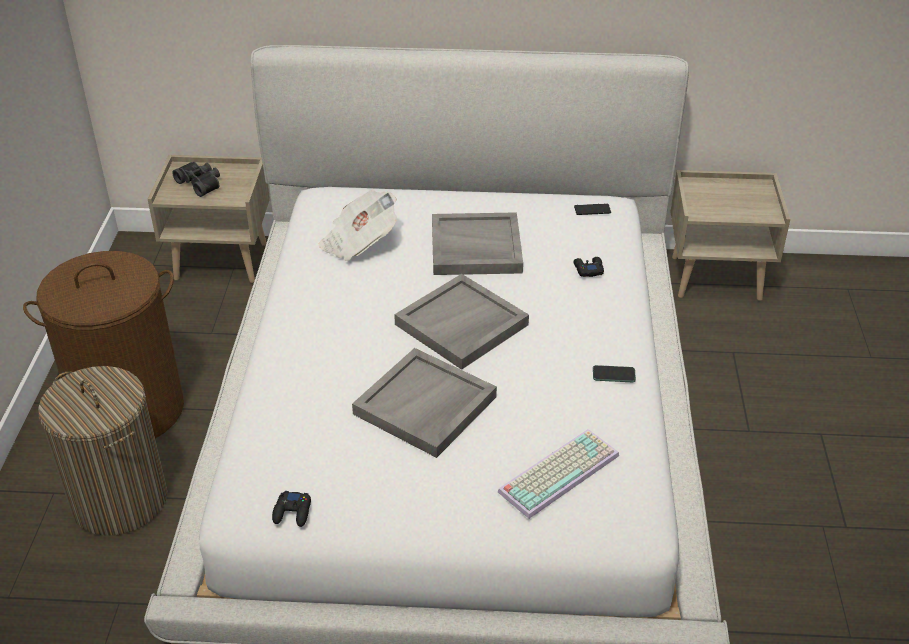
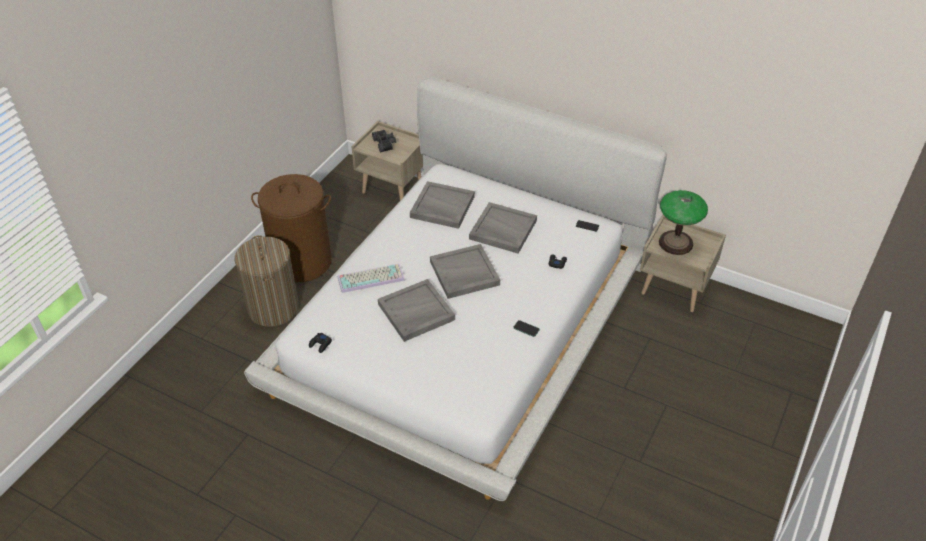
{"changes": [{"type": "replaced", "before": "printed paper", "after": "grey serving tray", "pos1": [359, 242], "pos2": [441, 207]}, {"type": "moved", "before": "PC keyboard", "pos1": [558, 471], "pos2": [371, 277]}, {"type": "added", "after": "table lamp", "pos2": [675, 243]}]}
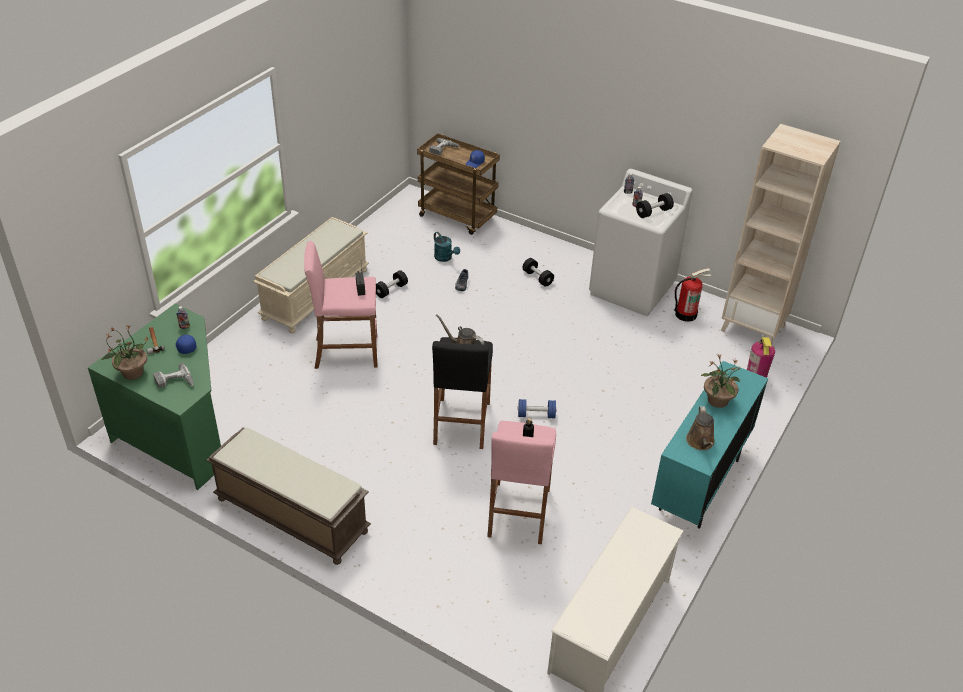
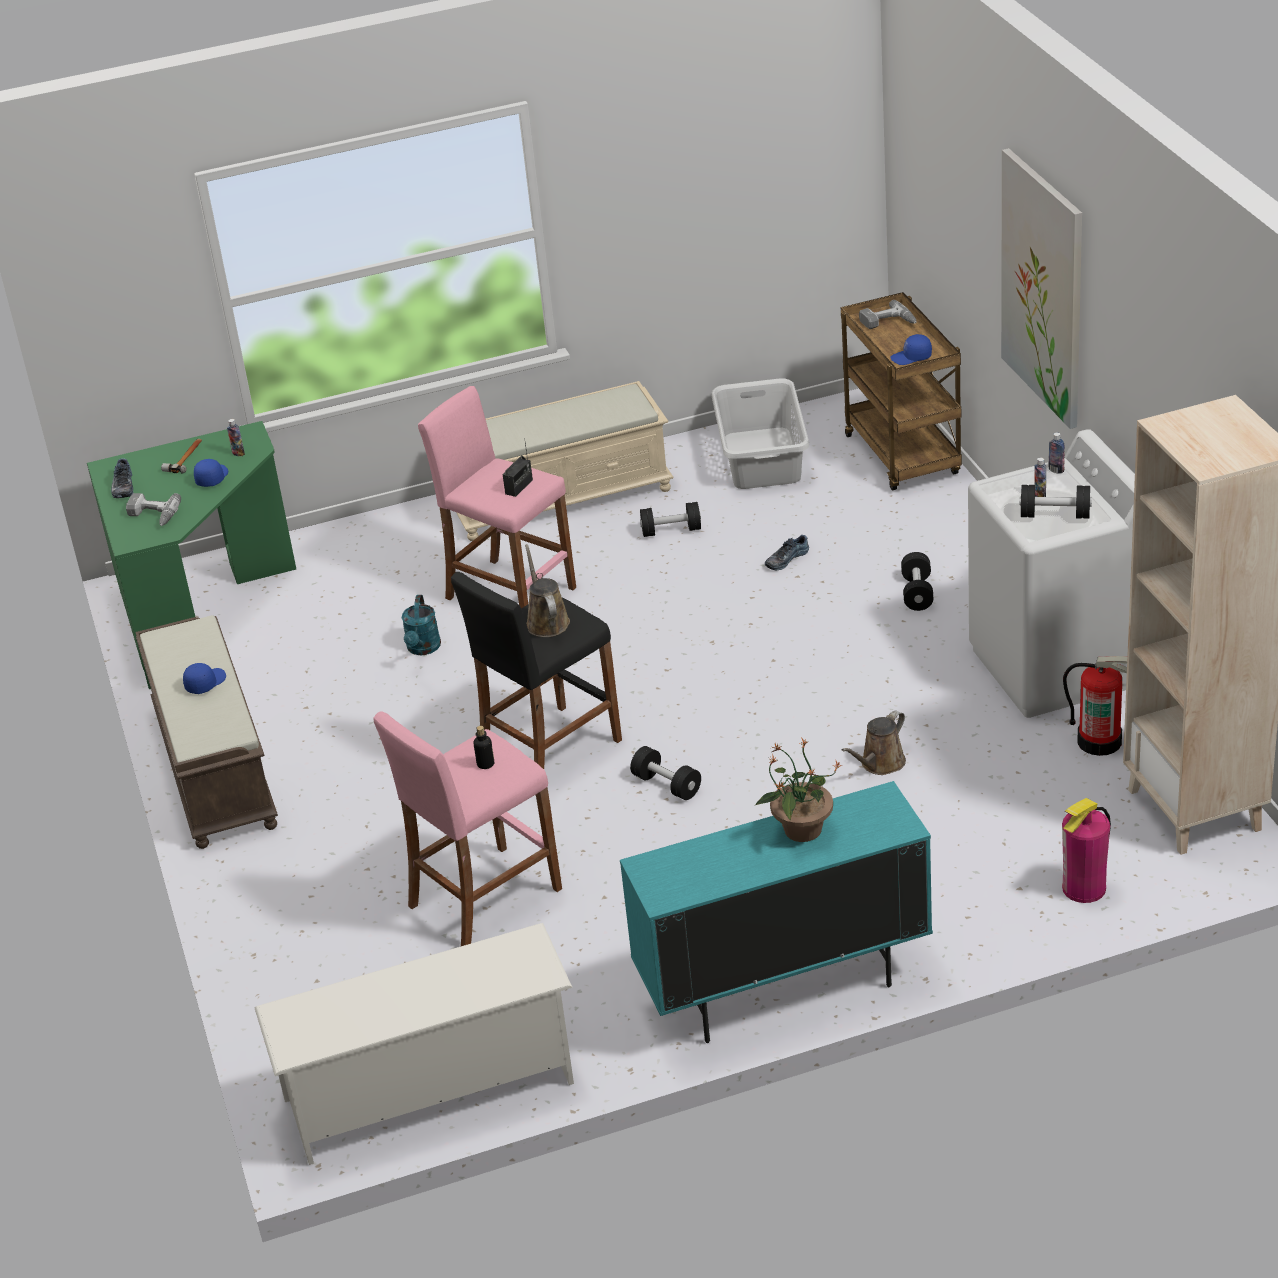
{"changes": [{"type": "replaced", "before": "plant in a pot", "after": "shoe", "pos1": [132, 373], "pos2": [122, 487]}, {"type": "moved", "before": "turquoise-coloured watering can", "pos1": [445, 258], "pos2": [423, 649]}, {"type": "recoloured", "before": "blue-coloured hand weight", "after": "black hand weight", "pos1": [536, 415], "pos2": [666, 785]}, {"type": "moved", "before": "brown-coloured watering can", "pos1": [700, 442], "pos2": [880, 764]}, {"type": "added", "after": "blue-coloured cap", "pos2": [205, 683]}, {"type": "added", "after": "grey washing basket", "pos2": [763, 458]}, {"type": "added", "after": "picture", "pos2": [1043, 288]}]}
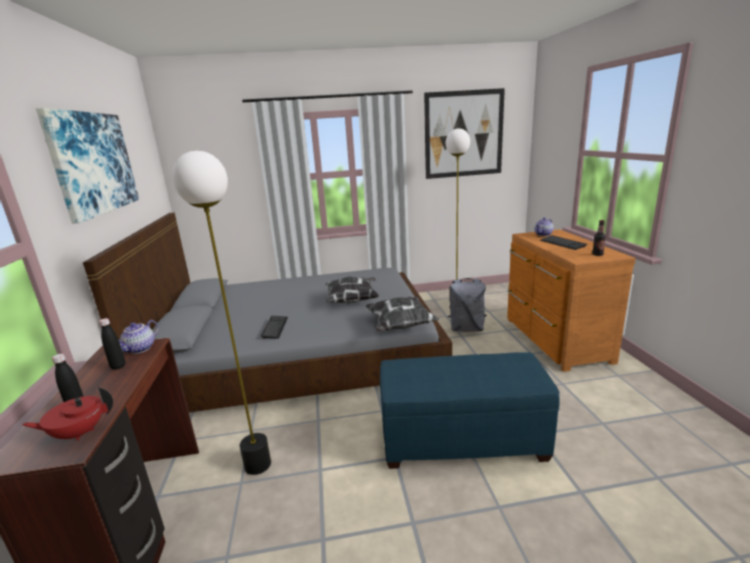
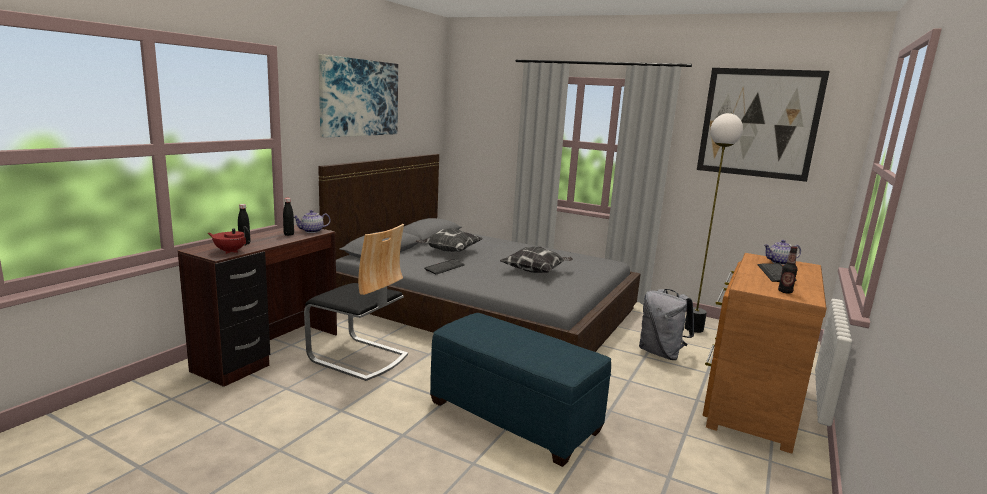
{"changes": [{"type": "replaced", "before": "standard lamp", "after": "upright chair", "pos1": [258, 465], "pos2": [358, 357]}, {"type": "moved", "before": "throw pillow", "pos1": [399, 326], "pos2": [449, 252]}]}
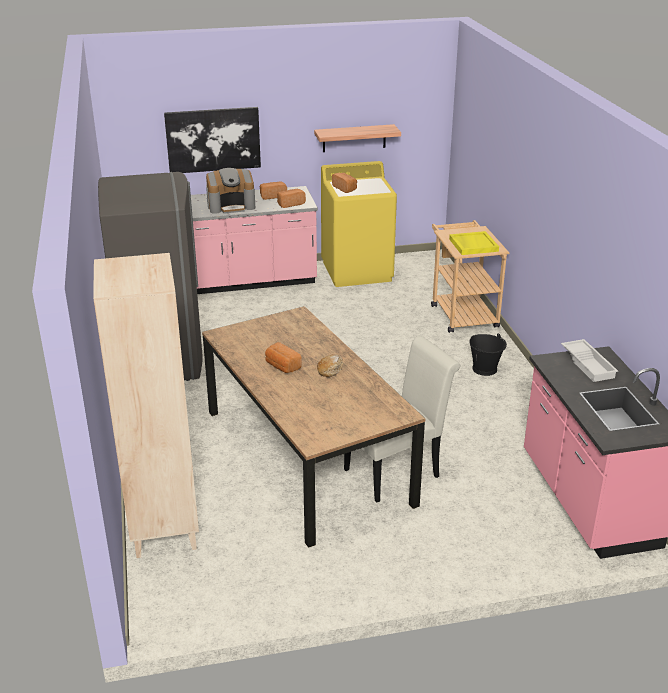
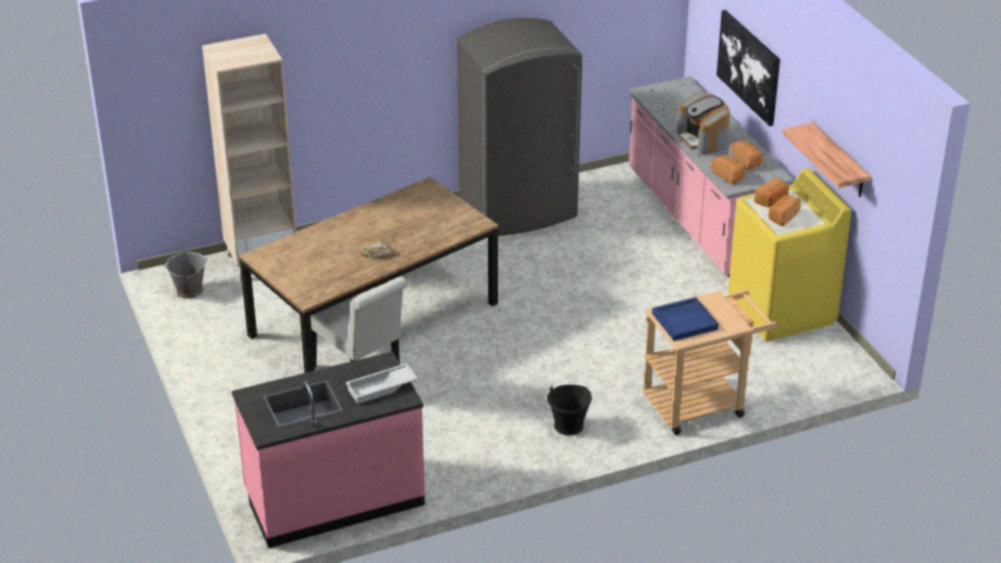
{"changes": [{"type": "moved", "before": "bread", "pos1": [282, 366], "pos2": [782, 217]}, {"type": "recoloured", "before": "yellowish serving tray", "after": "blue-coloured serving tray", "pos1": [473, 245], "pos2": [685, 321]}, {"type": "added", "after": "grey pail", "pos2": [189, 290]}]}
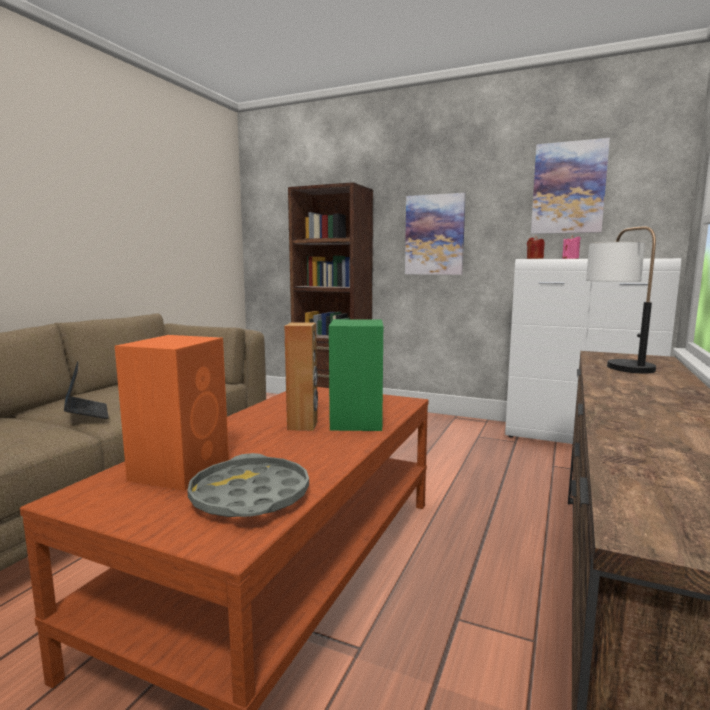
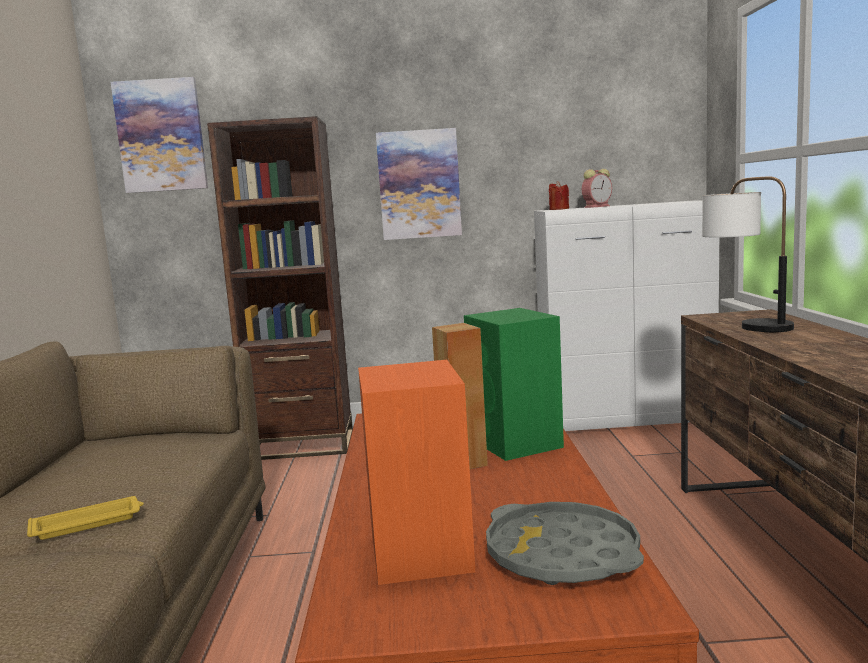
{"changes": [{"type": "replaced", "before": "notebook computer", "after": "yellowish serving tray", "pos1": [86, 413], "pos2": [88, 523]}, {"type": "moved", "before": "picture", "pos1": [568, 188], "pos2": [161, 136]}, {"type": "replaced", "before": "pink wax light", "after": "bedside clock", "pos1": [570, 258], "pos2": [597, 206]}]}
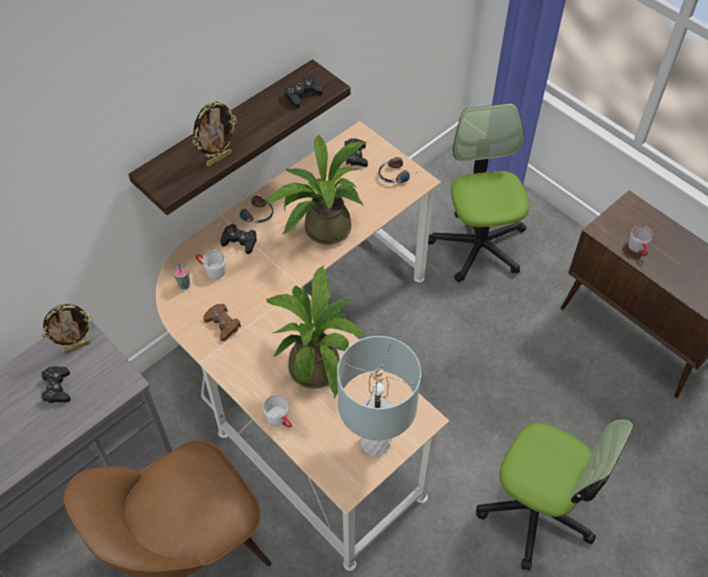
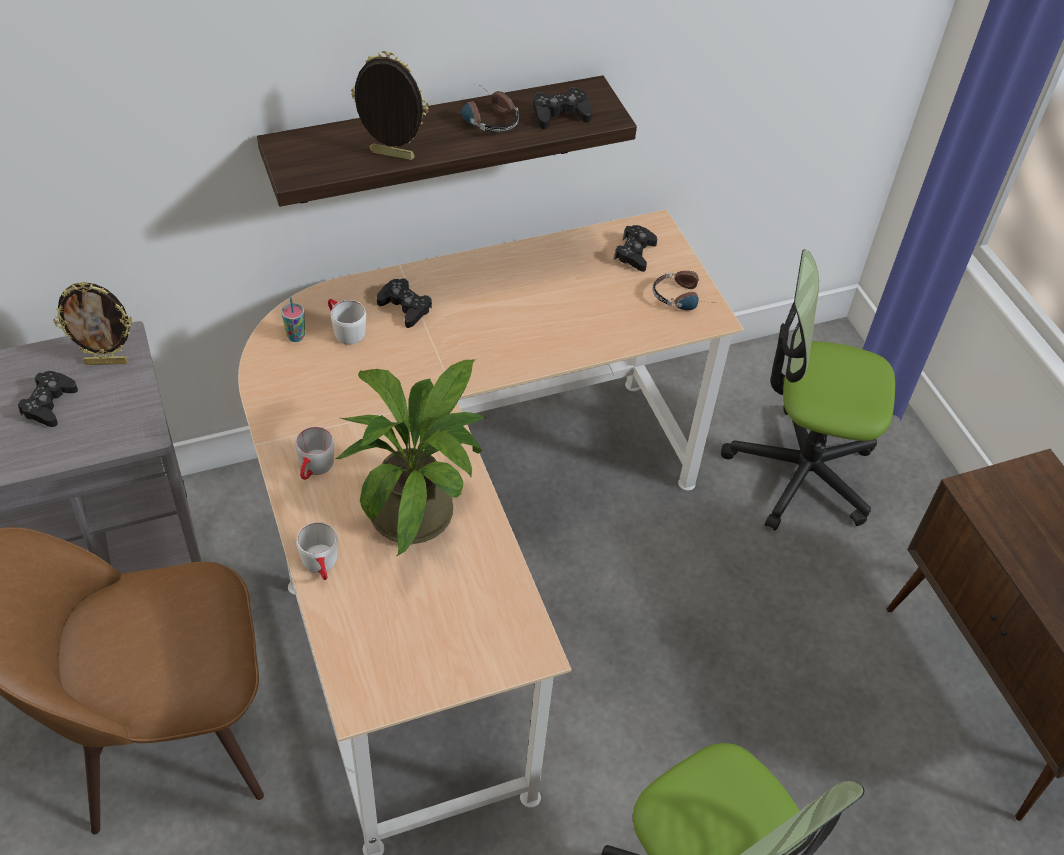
{"changes": [{"type": "turned", "before": "photo frame", "pos1": [218, 158], "pos2": [391, 156], "turn": -150}, {"type": "removed", "before": "brown-coloured game controller", "pos1": [222, 324]}, {"type": "moved", "before": "pair of headphones", "pos1": [253, 212], "pos2": [487, 117]}, {"type": "removed", "before": "plant in a pot", "pos1": [321, 229]}, {"type": "removed", "before": "grey table lamp", "pos1": [376, 442]}, {"type": "turned", "before": "computer chair", "pos1": [478, 245], "pos2": [800, 471], "turn": -90}, {"type": "moved", "before": "grey mug", "pos1": [639, 249], "pos2": [314, 469]}]}
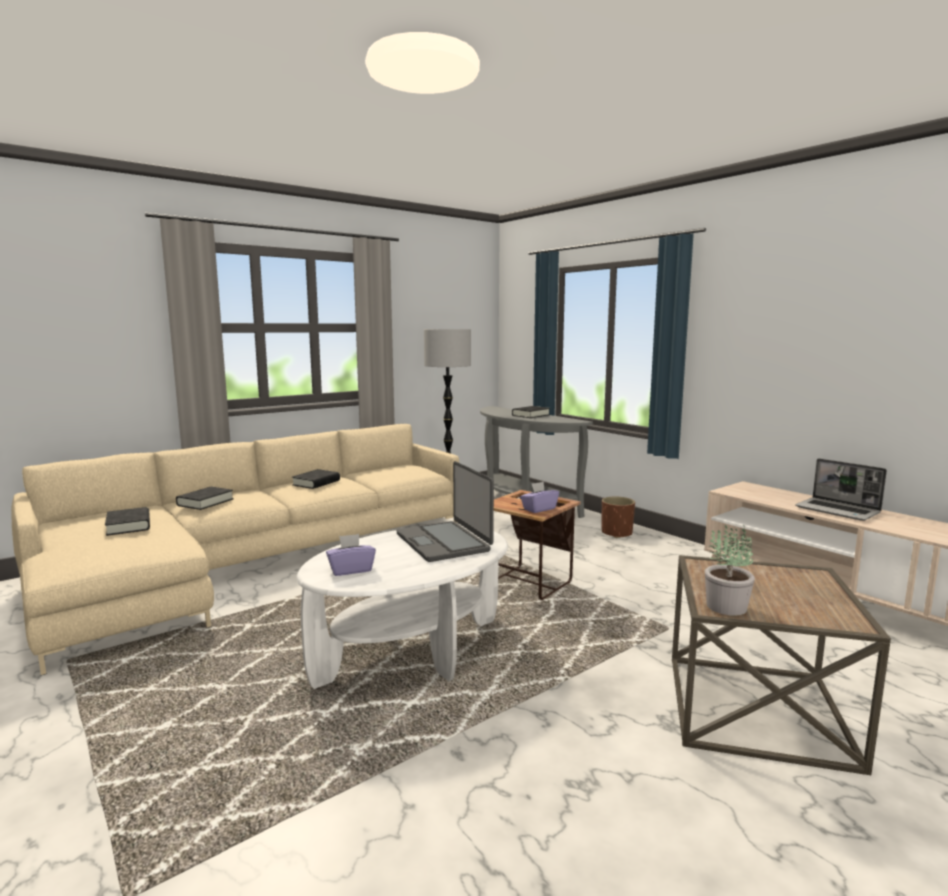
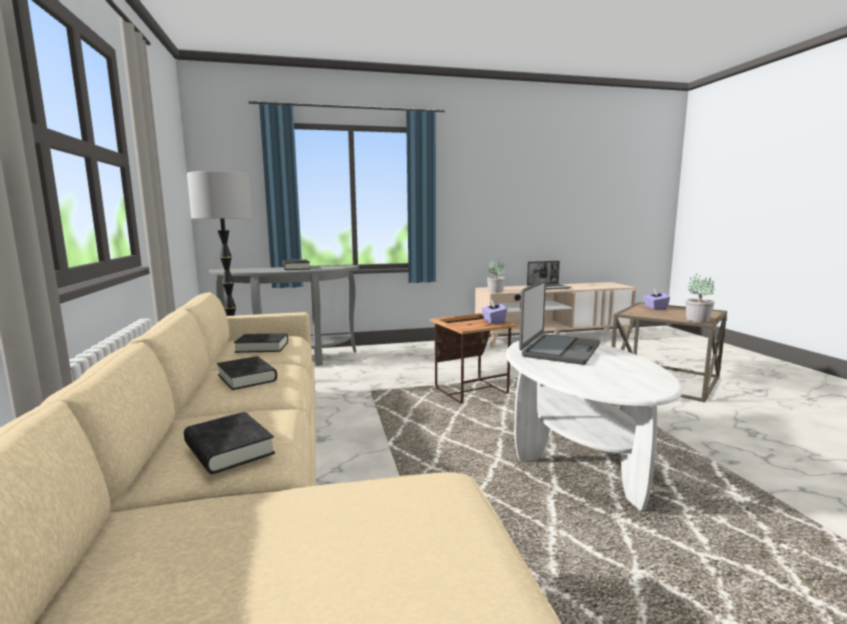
{"changes": [{"type": "moved", "before": "black volume", "pos1": [129, 526], "pos2": [262, 347]}, {"type": "moved", "before": "purple-coloured tissue holder", "pos1": [351, 570], "pos2": [655, 308]}, {"type": "turned", "before": "notebook computer", "pos1": [444, 542], "pos2": [559, 350], "turn": -60}, {"type": "removed", "before": "brown-coloured planter", "pos1": [617, 533]}, {"type": "added", "after": "plant in a pot", "pos2": [495, 291]}]}
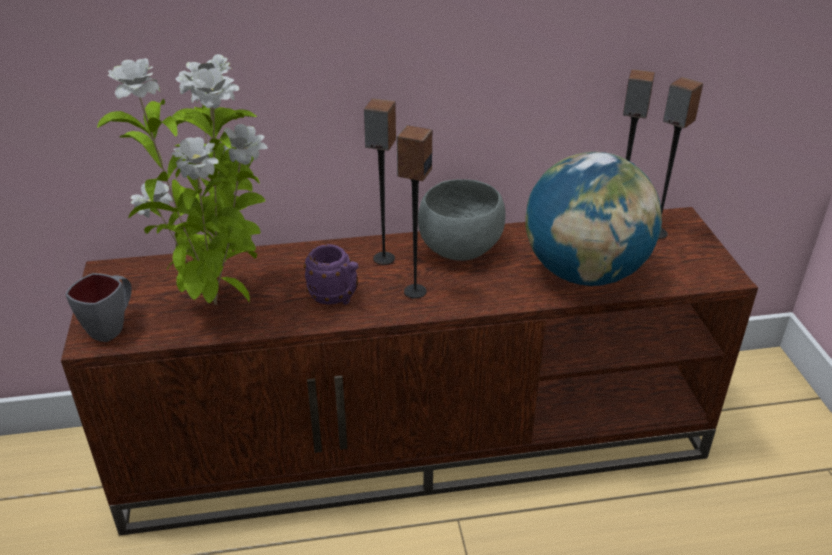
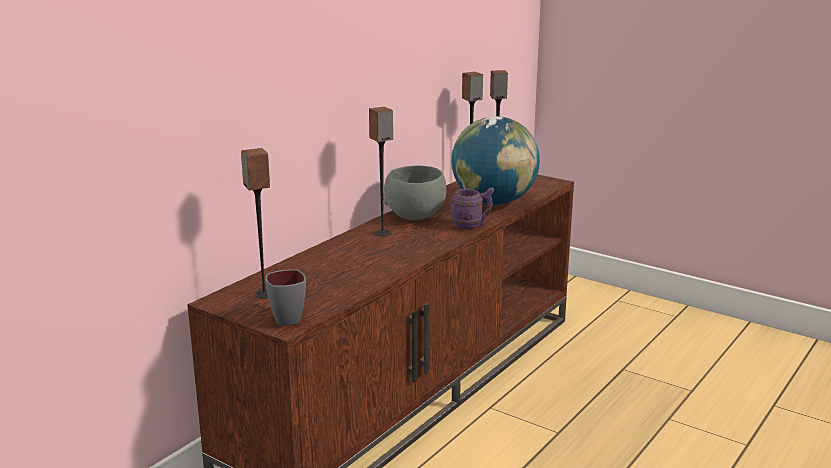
{"changes": [{"type": "removed", "before": "plant in a pot", "pos1": [219, 305]}, {"type": "moved", "before": "purple-coloured mug", "pos1": [336, 298], "pos2": [471, 225]}, {"type": "moved", "before": "audio speaker", "pos1": [414, 291], "pos2": [263, 294]}]}
